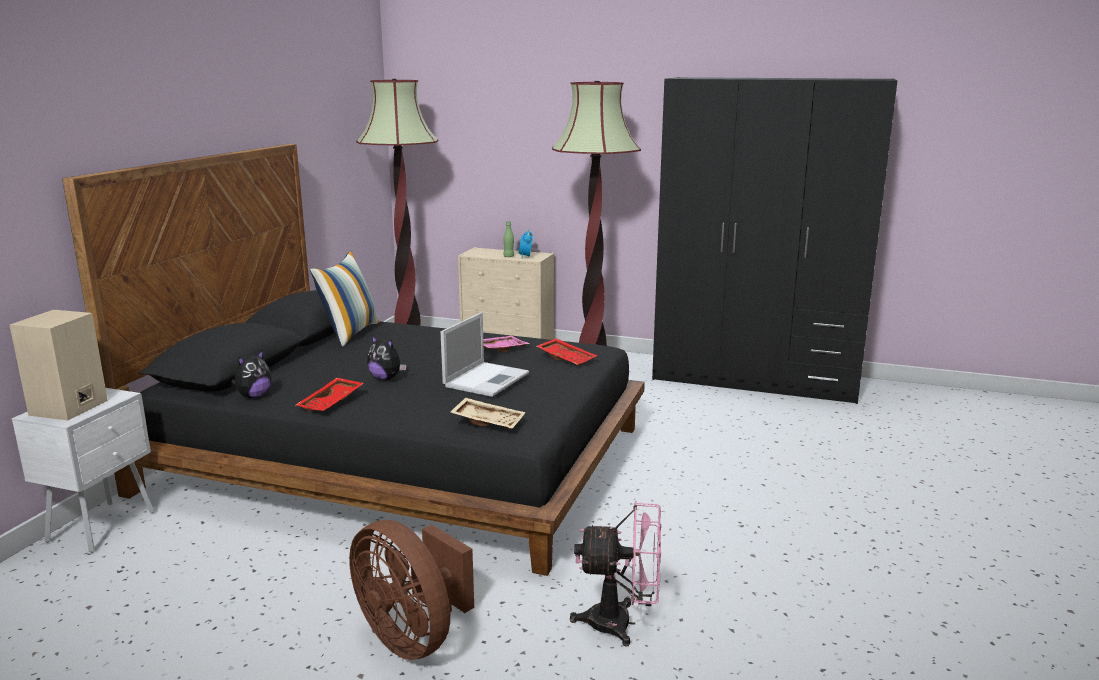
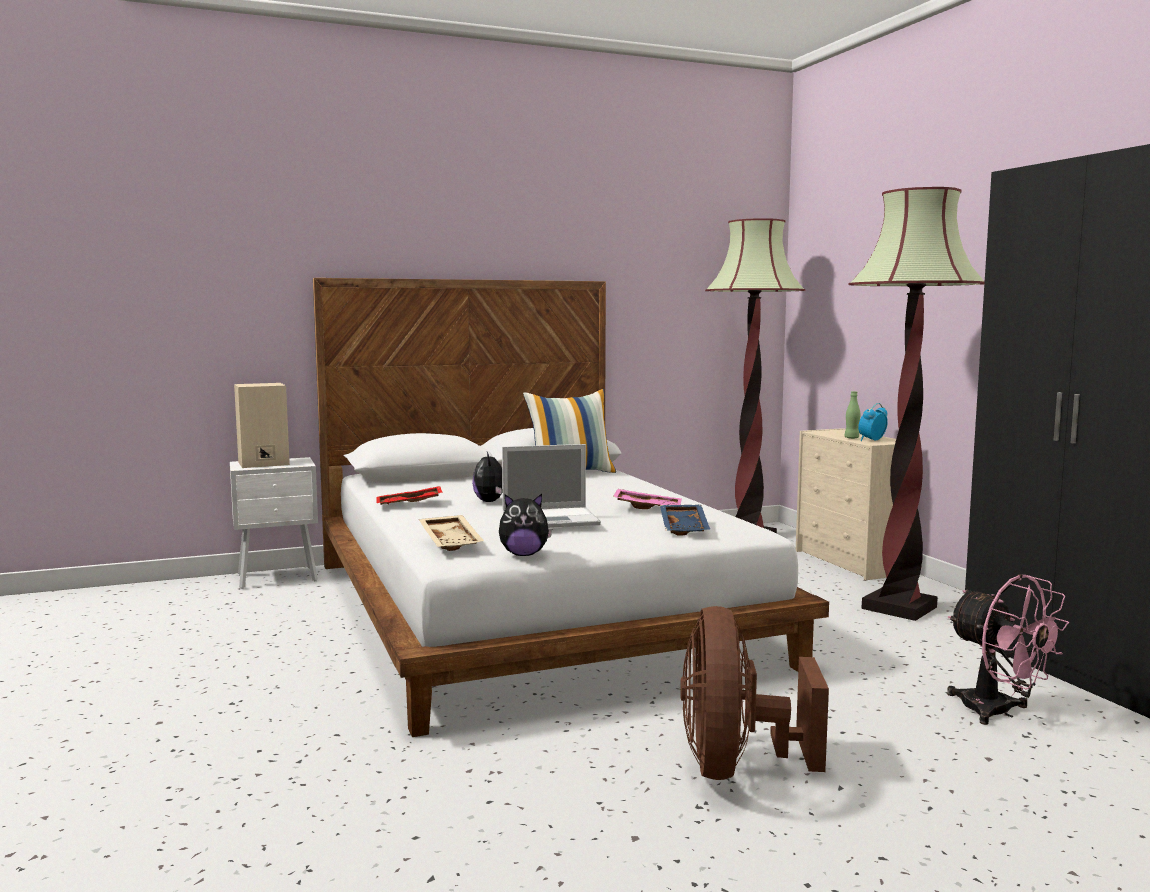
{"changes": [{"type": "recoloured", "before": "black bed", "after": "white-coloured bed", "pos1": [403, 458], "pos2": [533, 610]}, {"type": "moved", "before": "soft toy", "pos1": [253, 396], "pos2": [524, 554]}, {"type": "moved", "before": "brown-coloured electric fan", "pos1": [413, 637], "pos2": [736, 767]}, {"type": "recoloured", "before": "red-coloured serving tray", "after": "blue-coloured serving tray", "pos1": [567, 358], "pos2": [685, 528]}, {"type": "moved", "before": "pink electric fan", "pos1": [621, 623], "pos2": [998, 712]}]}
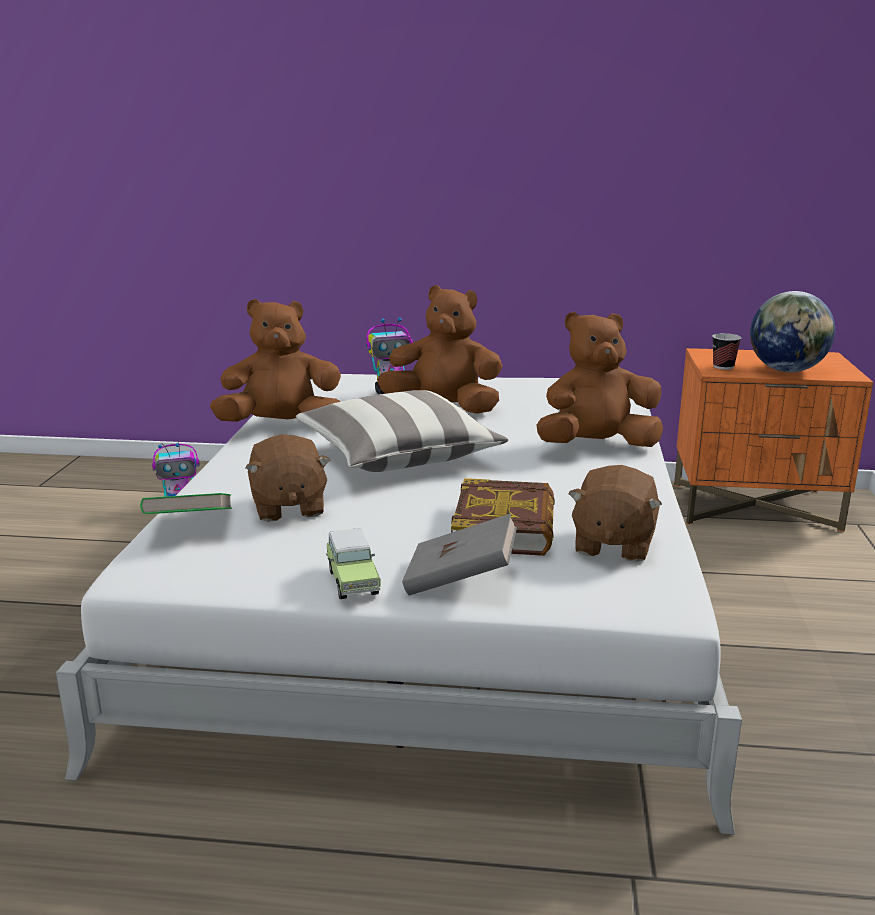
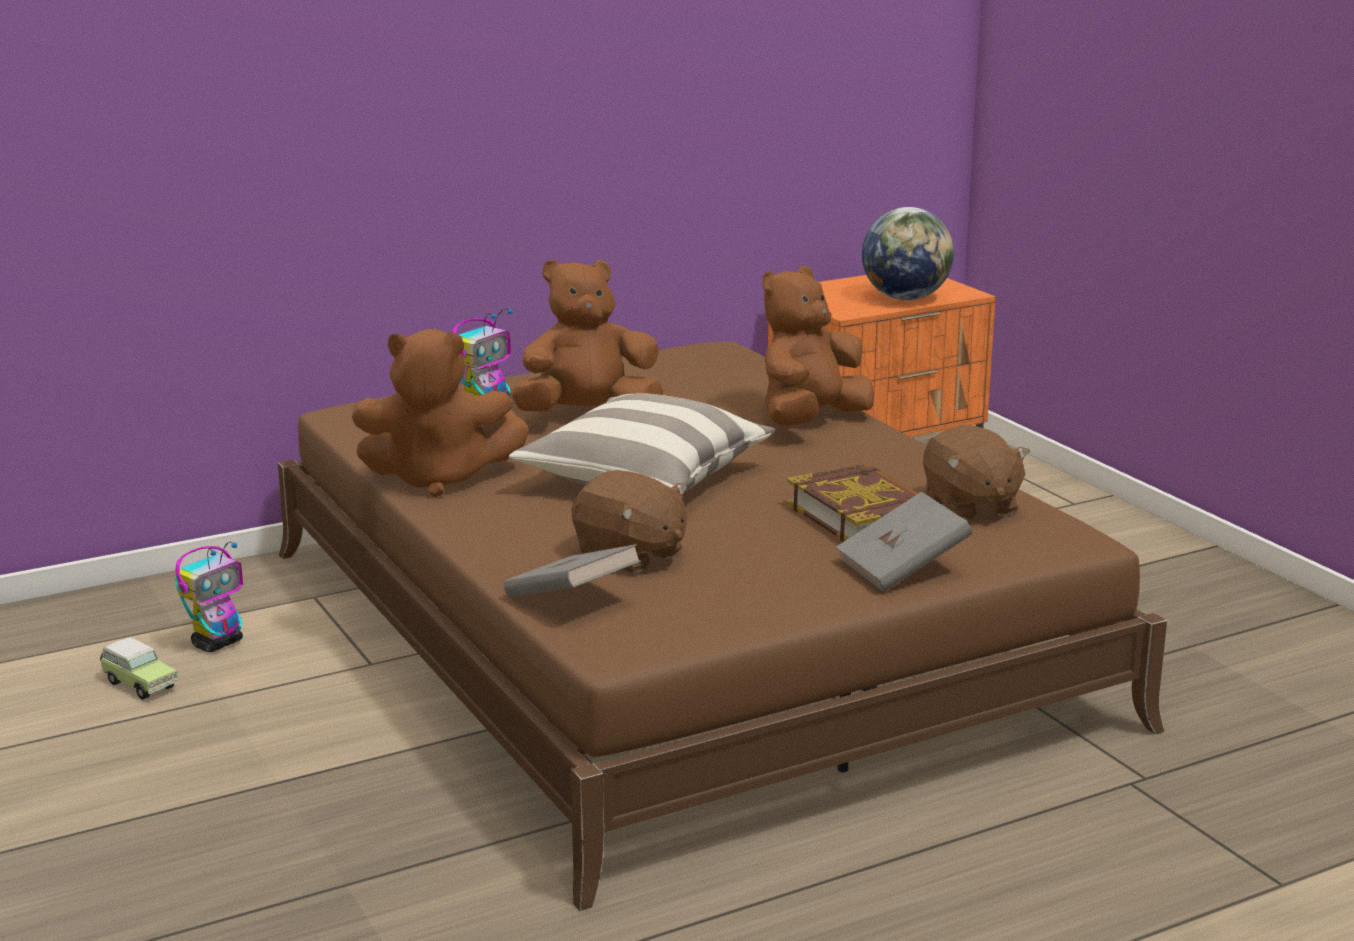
{"changes": [{"type": "recoloured", "before": "white-coloured bed", "after": "brown-coloured bed", "pos1": [436, 589], "pos2": [677, 635]}, {"type": "recoloured", "before": "green-coloured volume", "after": "grey volume", "pos1": [190, 527], "pos2": [571, 600]}, {"type": "turned", "before": "brown-coloured soft toy", "pos1": [281, 426], "pos2": [438, 478], "turn": -135}, {"type": "moved", "before": "model car", "pos1": [352, 580], "pos2": [138, 684]}, {"type": "removed", "before": "drinking cup", "pos1": [723, 367]}]}
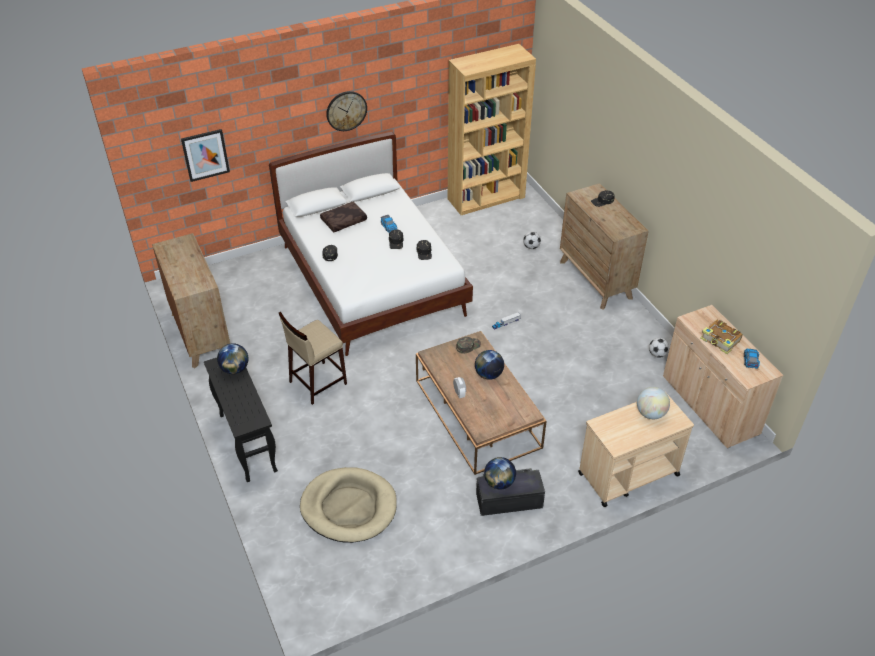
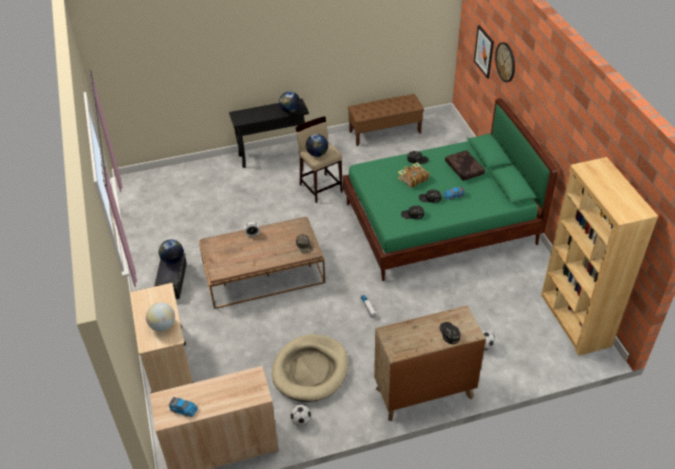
{"changes": [{"type": "replaced", "before": "brown-coloured drawer chest", "after": "brown-coloured long seat", "pos1": [201, 334], "pos2": [385, 132]}, {"type": "recoloured", "before": "white-coloured bed", "after": "green-coloured bed", "pos1": [372, 280], "pos2": [439, 224]}, {"type": "moved", "before": "sand-coloured dog bed", "pos1": [349, 507], "pos2": [310, 370]}, {"type": "moved", "before": "clock on the wall", "pos1": [346, 111], "pos2": [505, 62]}, {"type": "moved", "before": "world globe", "pos1": [488, 374], "pos2": [317, 154]}, {"type": "moved", "before": "volume", "pos1": [720, 340], "pos2": [412, 178]}]}
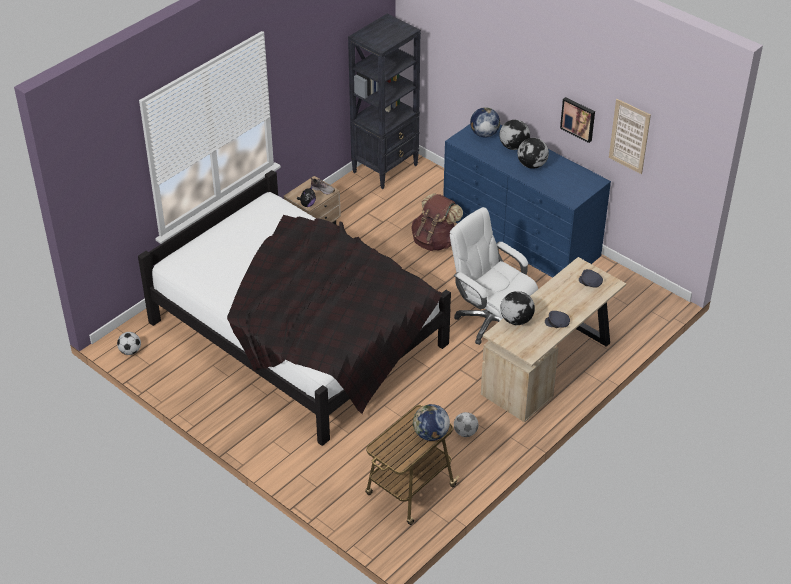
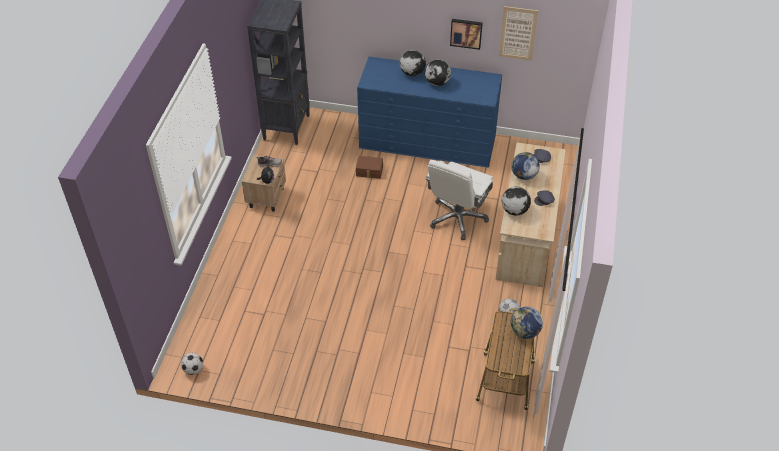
{"changes": [{"type": "removed", "before": "black bed", "pos1": [300, 333]}, {"type": "replaced", "before": "brown-coloured backpack", "after": "brown-coloured storage container", "pos1": [435, 241], "pos2": [369, 171]}, {"type": "turned", "before": "white-coloured computer chair", "pos1": [490, 321], "pos2": [457, 218], "turn": -75}, {"type": "moved", "before": "world globe", "pos1": [484, 134], "pos2": [523, 175]}]}
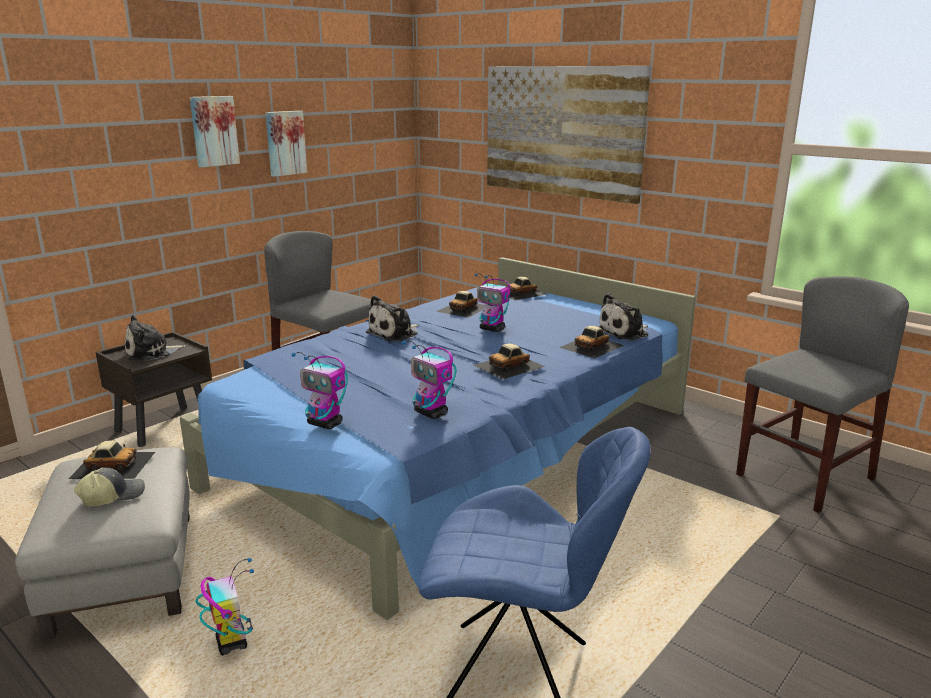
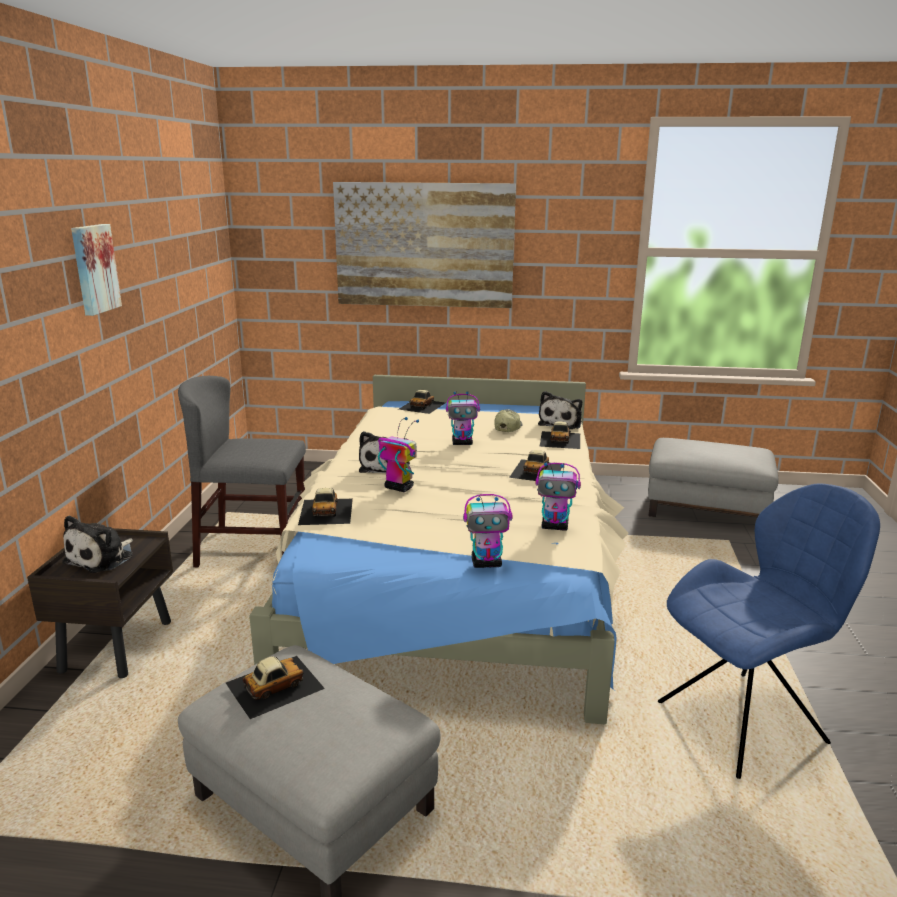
{"changes": [{"type": "moved", "before": "cap", "pos1": [113, 496], "pos2": [507, 427]}, {"type": "recoloured", "before": "blue-coloured bed", "after": "sand-coloured bed", "pos1": [459, 449], "pos2": [458, 566]}, {"type": "moved", "before": "model robot", "pos1": [231, 643], "pos2": [398, 488]}, {"type": "removed", "before": "picture", "pos1": [285, 143]}, {"type": "moved", "before": "model car", "pos1": [464, 308], "pos2": [326, 511]}, {"type": "replaced", "before": "grey upright chair", "after": "grey pouffe", "pos1": [804, 476], "pos2": [706, 508]}]}
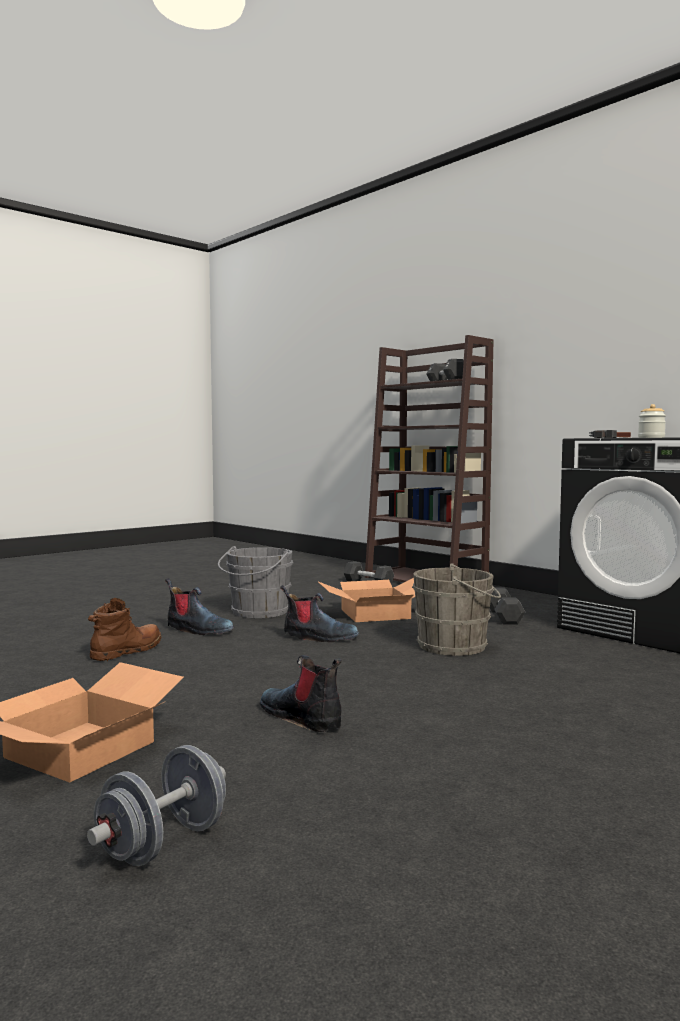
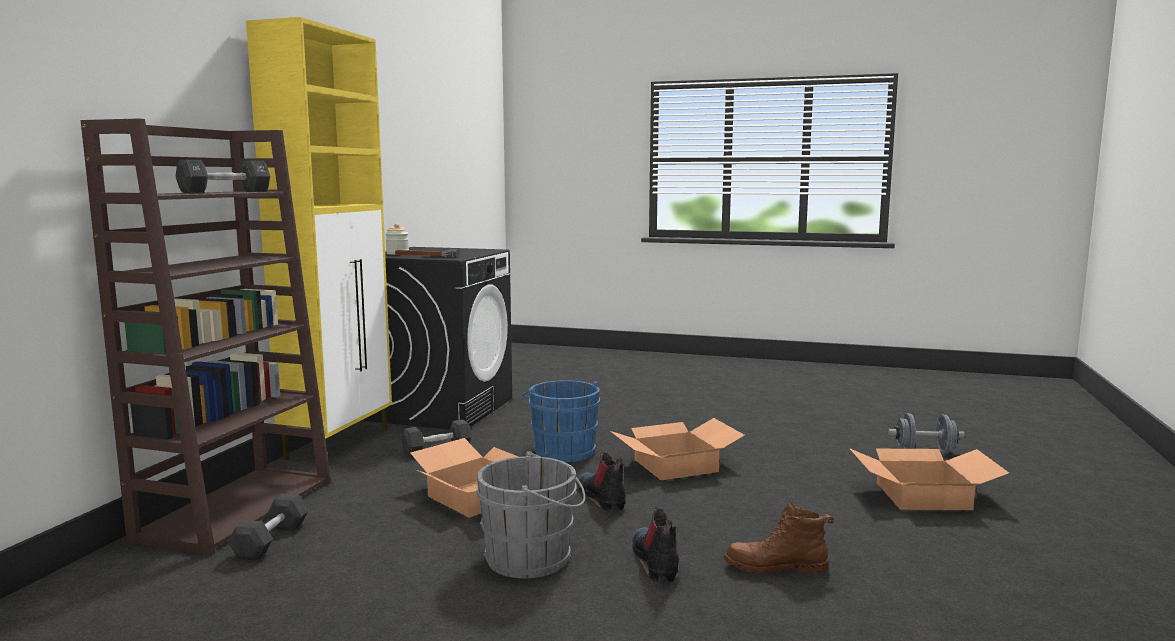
{"changes": [{"type": "removed", "before": "tall boot", "pos1": [302, 718]}, {"type": "recoloured", "before": "grey pail", "after": "blue-coloured pail", "pos1": [456, 646], "pos2": [563, 450]}, {"type": "added", "after": "yellowish storage cabinet", "pos2": [339, 443]}, {"type": "added", "after": "cardboard box", "pos2": [676, 465]}]}
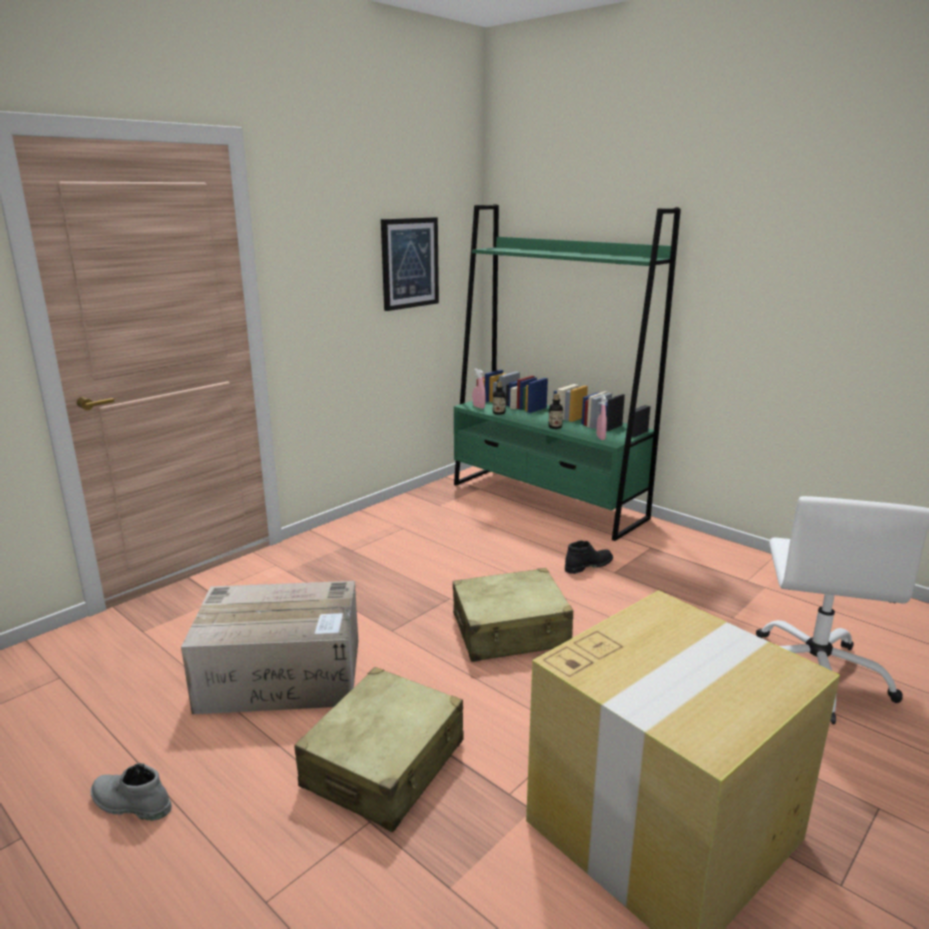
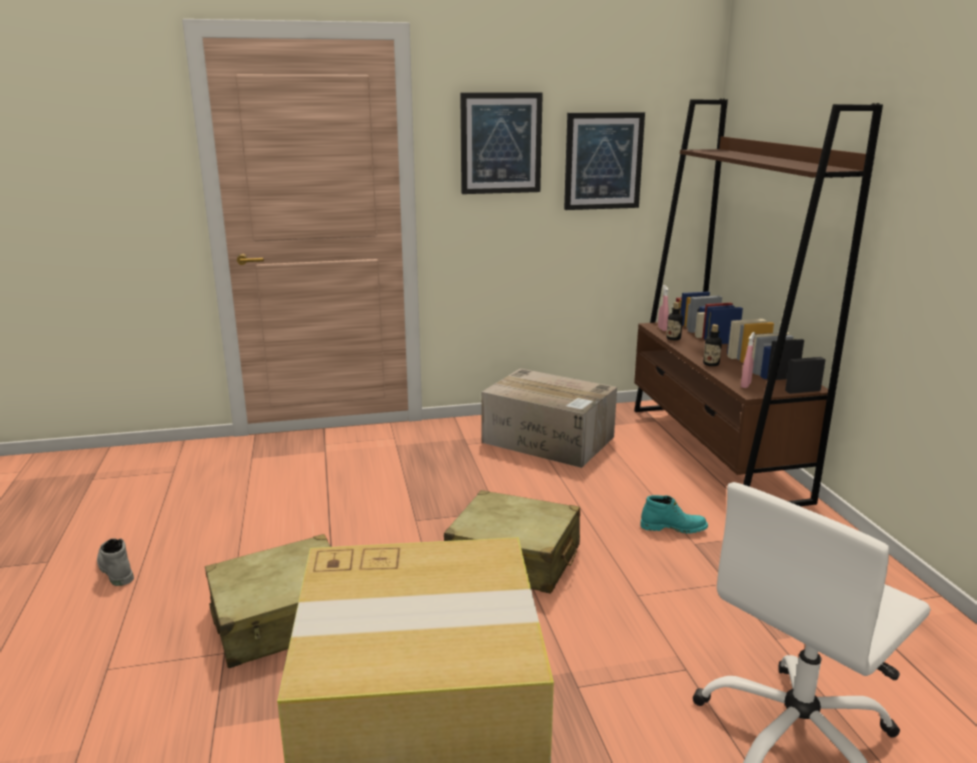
{"changes": [{"type": "moved", "before": "cardboard box", "pos1": [283, 674], "pos2": [550, 440]}, {"type": "recoloured", "before": "green-coloured shelving unit", "after": "brown-coloured shelving unit", "pos1": [547, 501], "pos2": [714, 452]}, {"type": "recoloured", "before": "black tall boot", "after": "turquoise-coloured tall boot", "pos1": [588, 565], "pos2": [673, 528]}, {"type": "added", "after": "picture", "pos2": [500, 143]}]}
